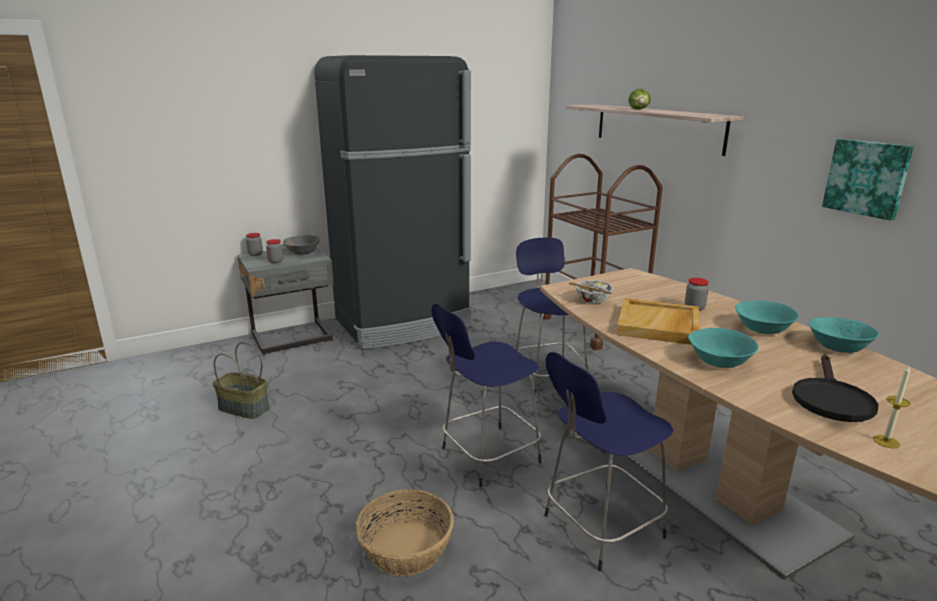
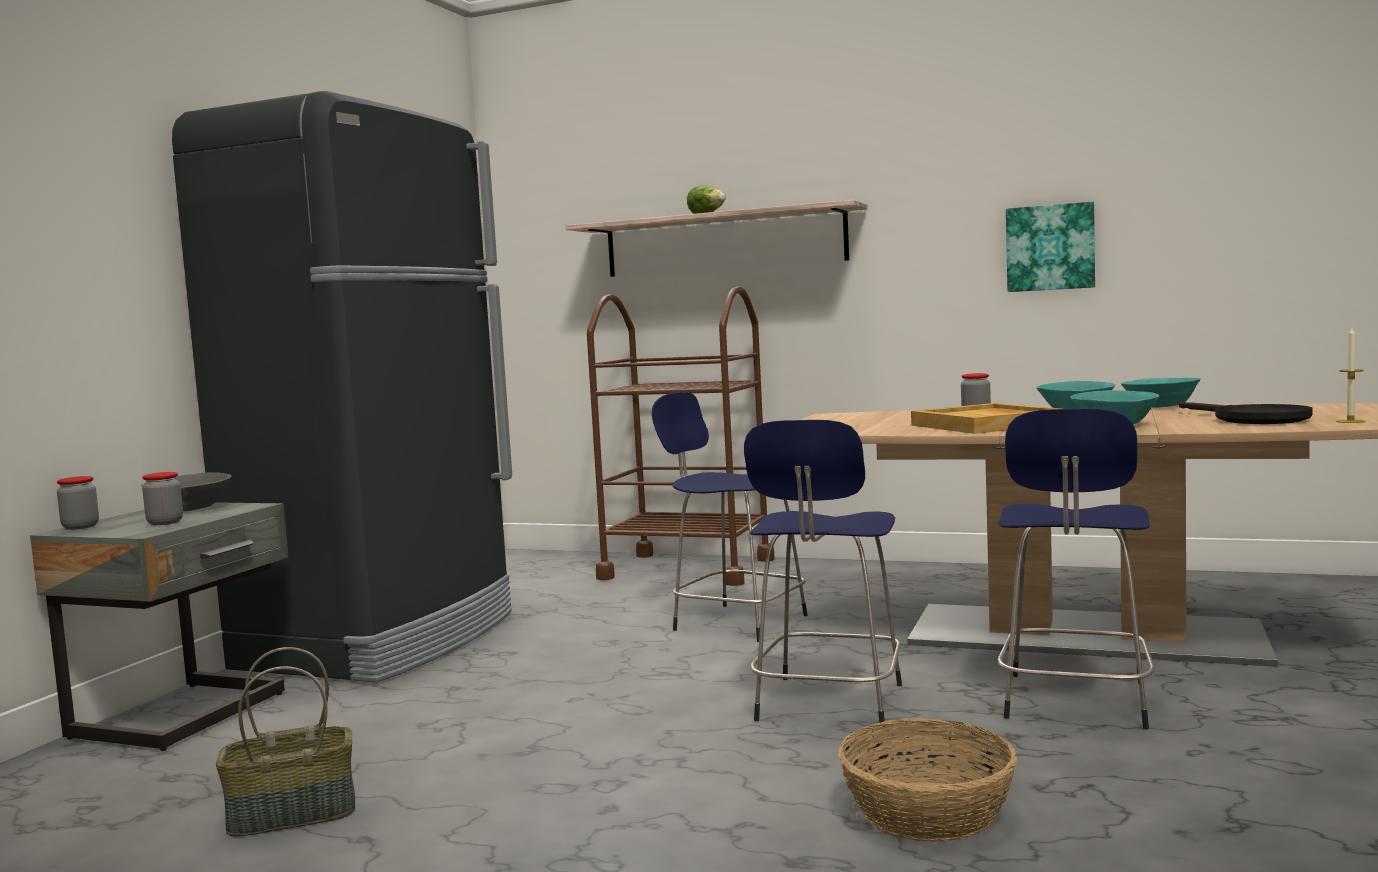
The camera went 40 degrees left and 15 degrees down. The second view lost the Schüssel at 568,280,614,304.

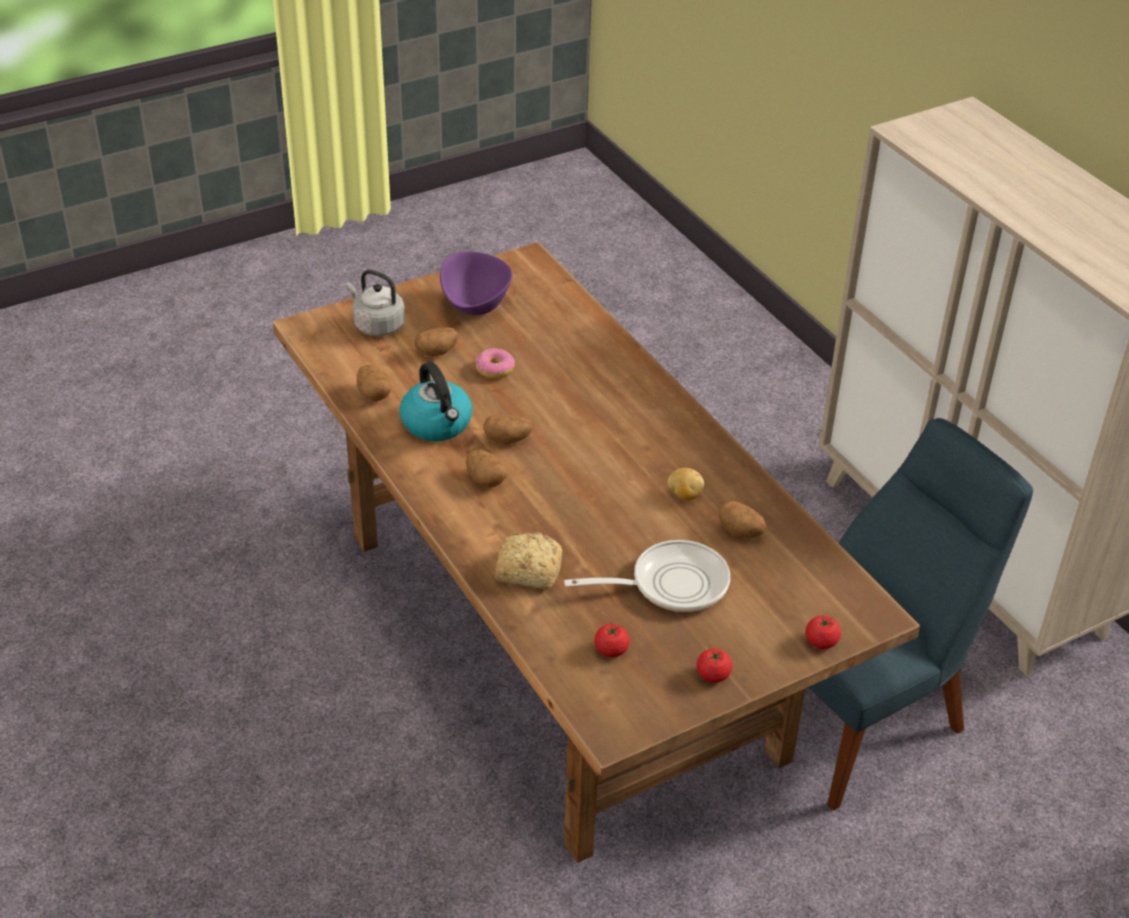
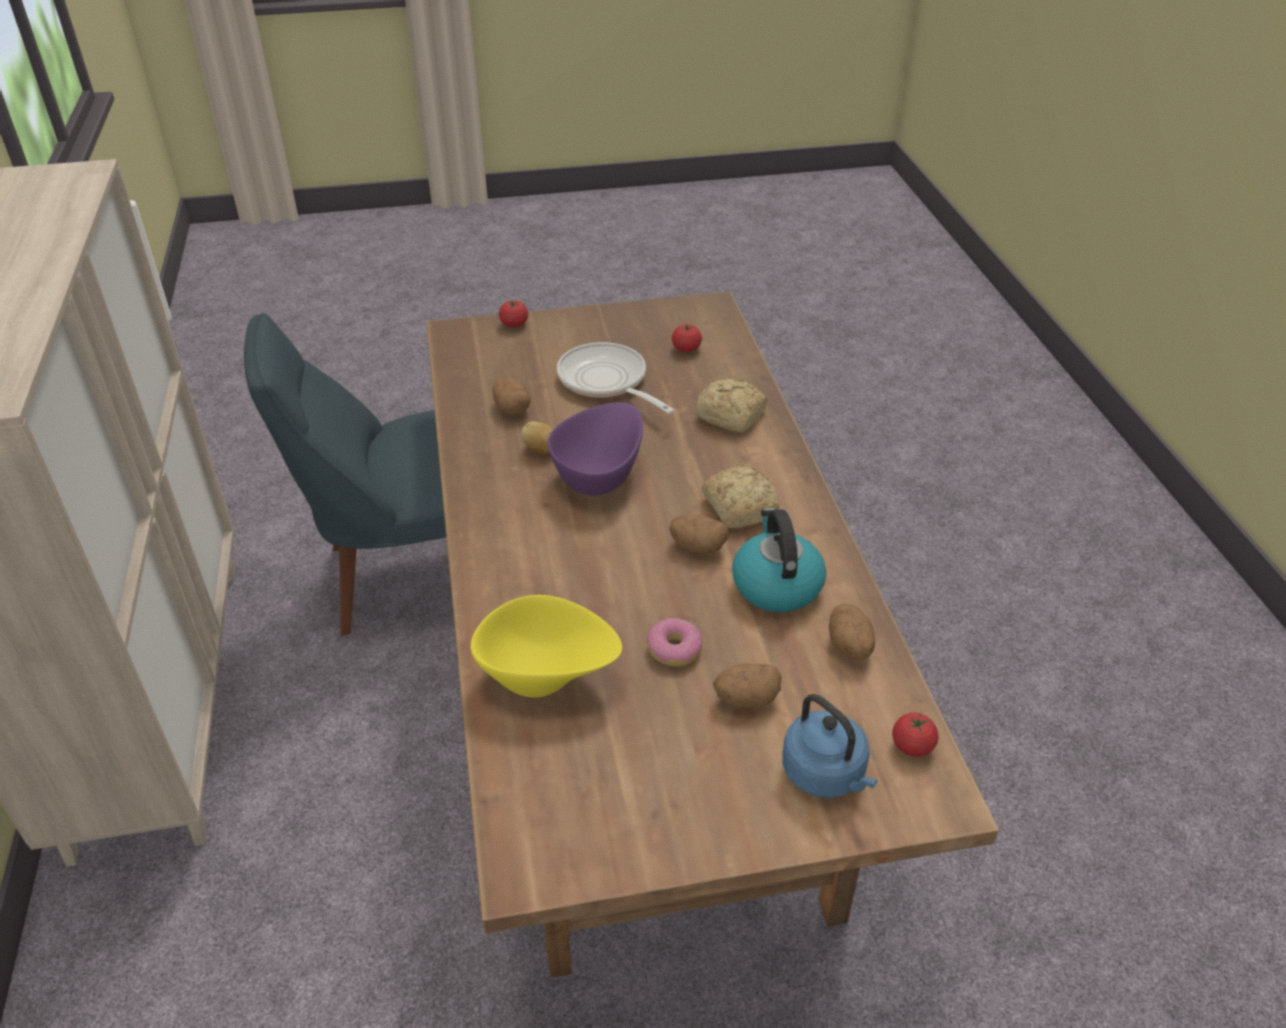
The camera went 160 degrees left and 0 degrees up. What was the Wasserkessel/grau at 346,270,405,336 turned into the Wasserkessel/blau at 782,694,877,798. The Schüssel/lila ended up elsewhere, having gone from 440,251,512,315 to 547,402,643,496. Where the Kartoffel stood at 466,450,507,487, the Brot came to stand at 702,466,780,528. The Pfanne at 564,540,730,612 ended up facing another way, 45 degrees clockwise from before. The Tomate ended up elsewhere, having gone from 696,648,732,683 to 892,713,939,757. The second view gained the Schüssel/gelb at 471,595,622,698.

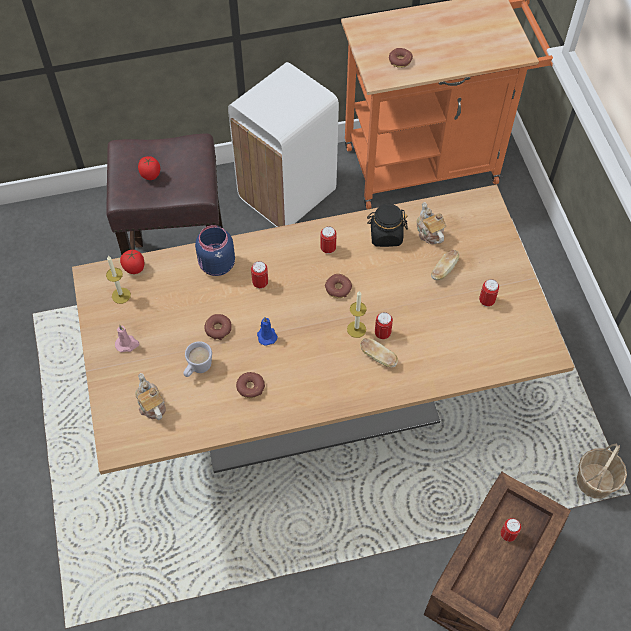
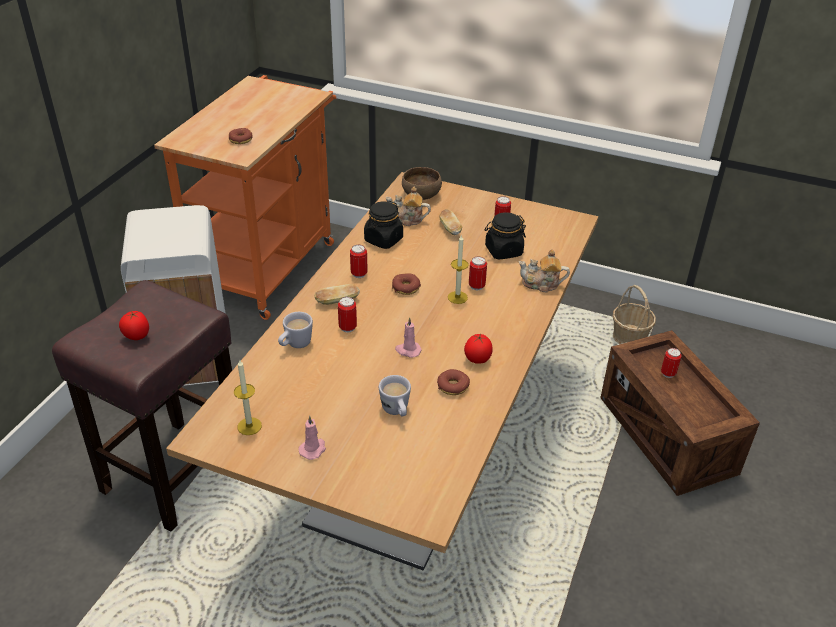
The camera went 55 degrees left and 20 degrees down. The Tomate ended up elsewhere, having gone from 120,250,144,274 to 464,333,493,364. The Teekanne ended up elsewhere, having gone from 136,373,166,420 to 519,249,570,292. Where the Vorratsglas/blau stood at 195,225,235,276, the Henkelbecher/weiß came to stand at 278,312,313,348. The second view lost the Donut at 204,314,232,340. What was the Kerze/blau at 257,317,278,346 turned into the Kerze/rosa at 395,317,422,358. The Brot ended up elsewhere, having gone from 360,338,398,367 to 315,284,360,305. The second view gained the Schüssel/braun at 402,167,442,200. The second view gained the Vorratsglas/schwarz at 485,212,526,259.

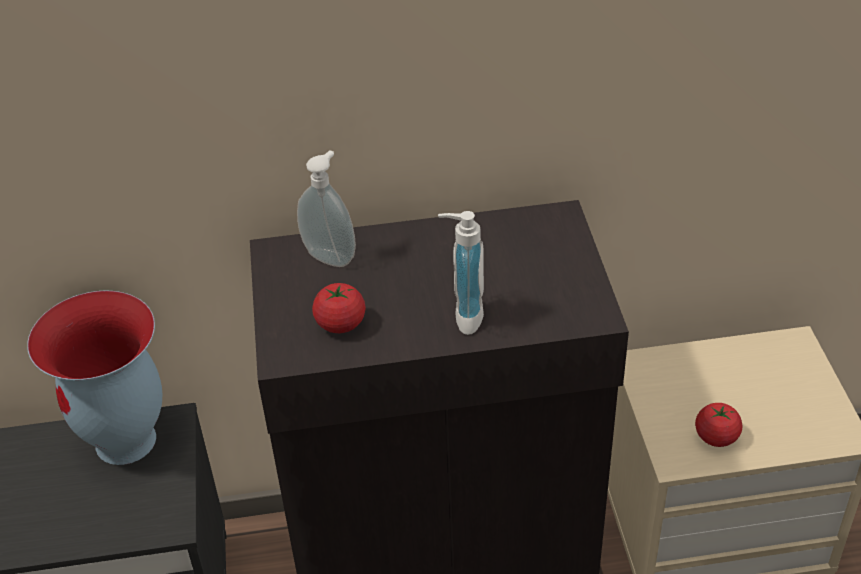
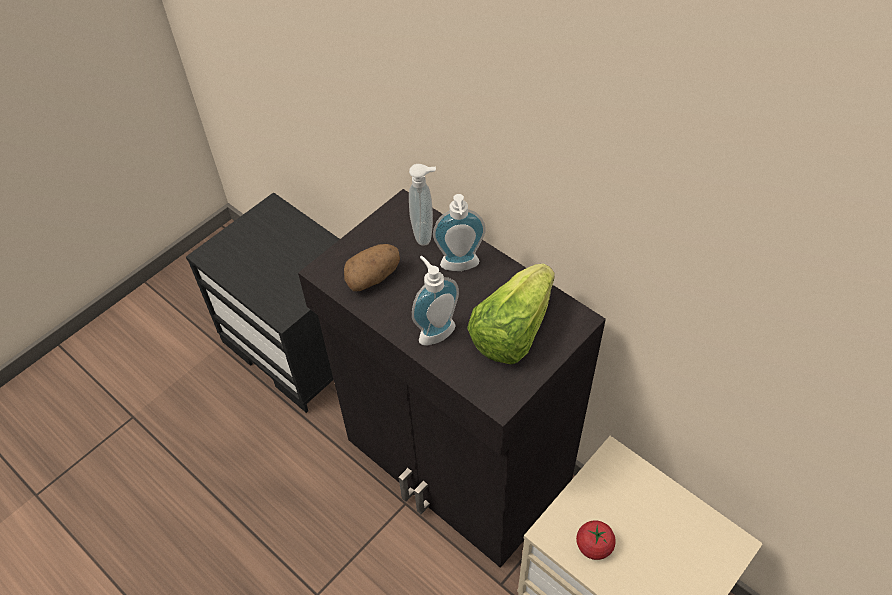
The camera went 50 degrees right and 10 degrees up. The second view lost the Vase at 27,291,162,465. Where the Tomate stood at 312,283,366,333, the Kartoffel came to stand at 344,244,400,291. The second view gained the Seifenspender at 433,194,486,271. The second view gained the Salatkopf at 467,264,555,364.

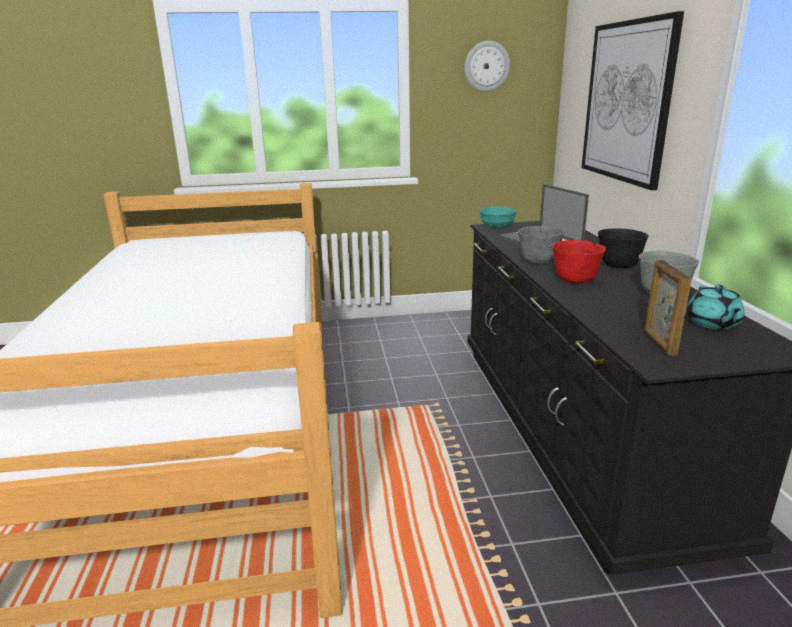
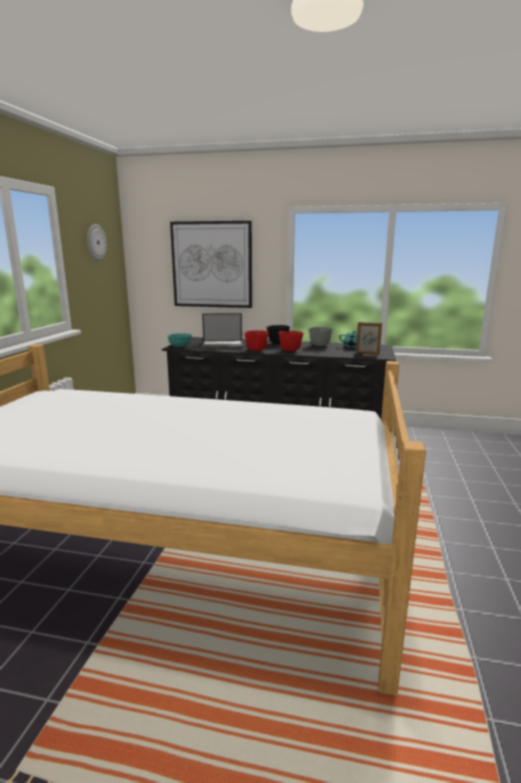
The camera went 70 degrees left and 5 degrees down. What was the Schüssel/grau at 518,226,565,265 turned into the Schüssel/rot at 244,330,269,351.

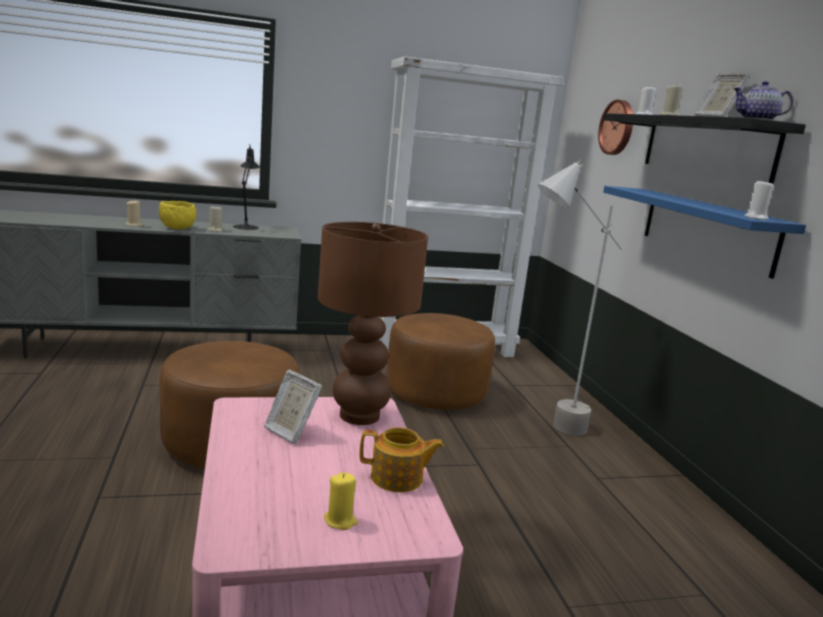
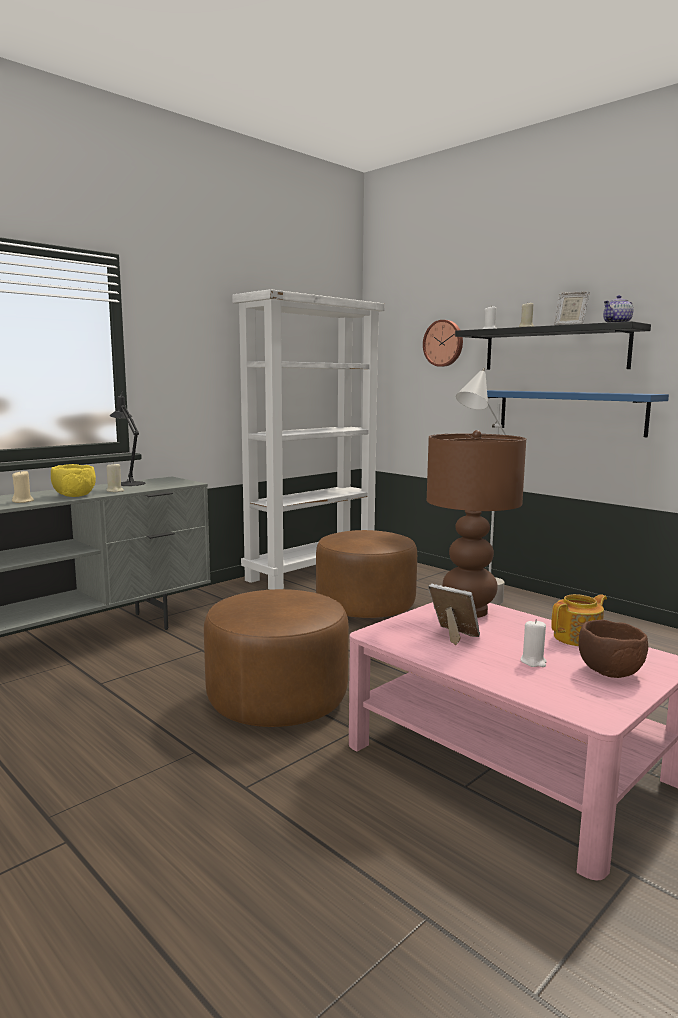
The camera went 30 degrees left and 5 degrees down. The Bilderrahmen at 264,370,322,445 ended up facing another way, 150 degrees counterclockwise from before. Where the Kerze/gelb stood at 324,472,358,530, the Schüssel/braun came to stand at 578,620,648,678. The Kerze/weiß ended up elsewhere, having gone from 744,180,774,220 to 520,619,547,667.

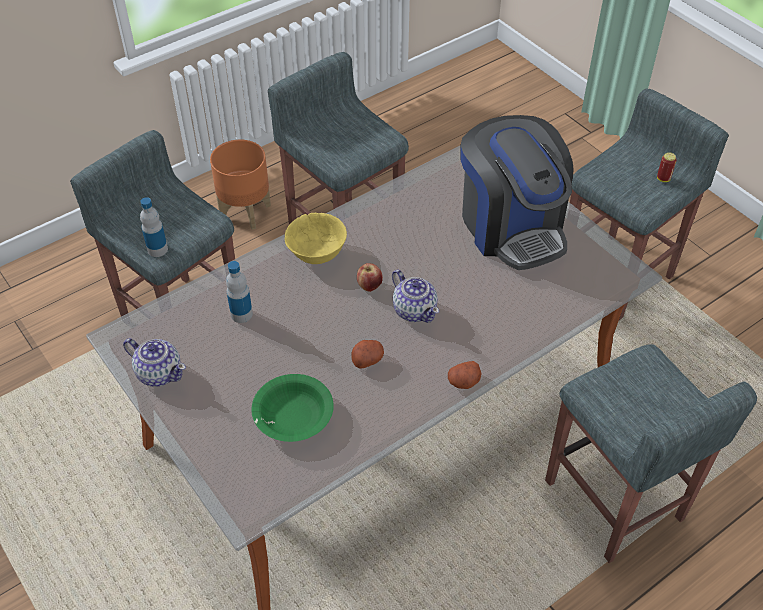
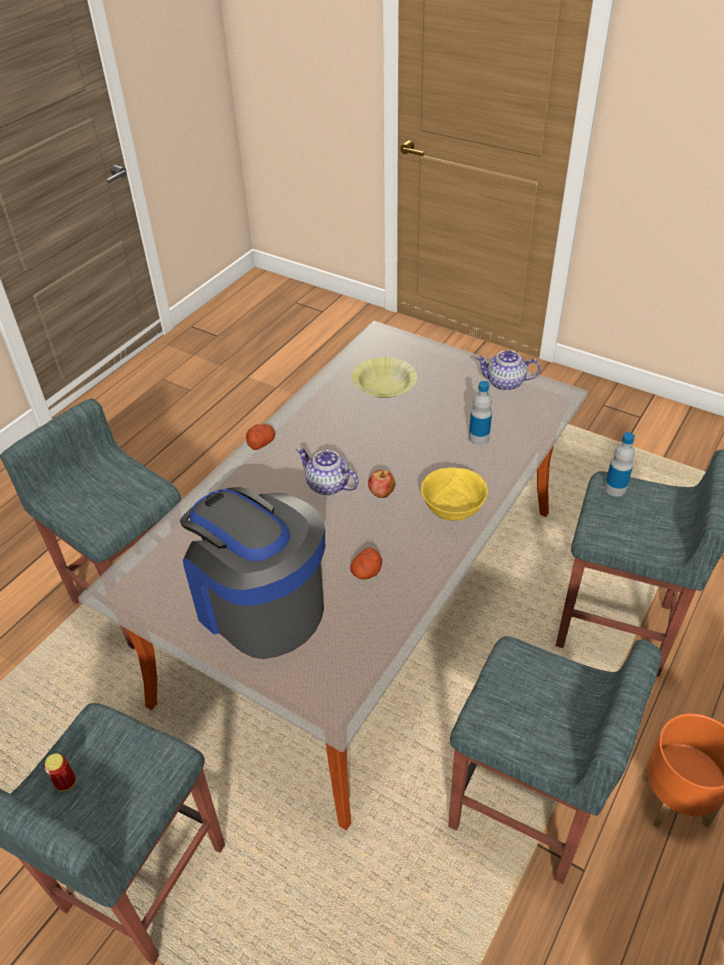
The camera went 160 degrees right and 5 degrees down. What was the Schüssel/grün at 251,374,334,442 turned into the Schüssel/gelb at 352,357,417,398. The Kartoffel ended up elsewhere, having gone from 351,340,384,368 to 350,548,382,580.

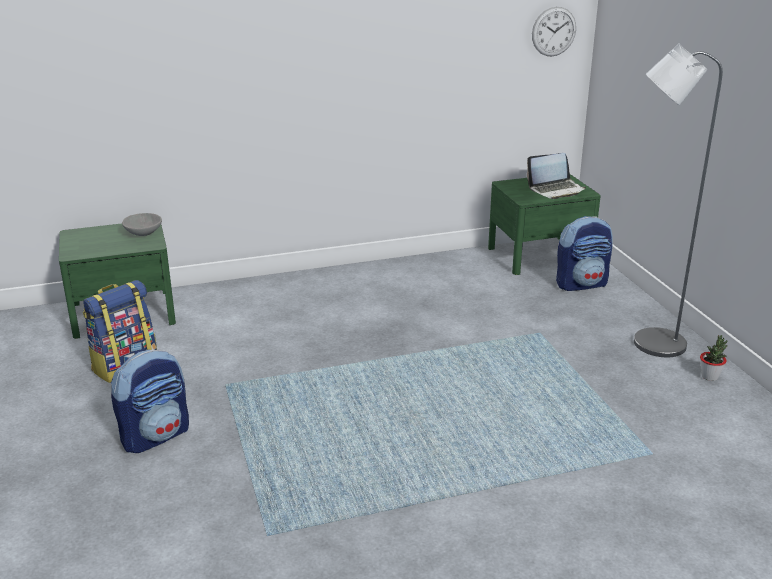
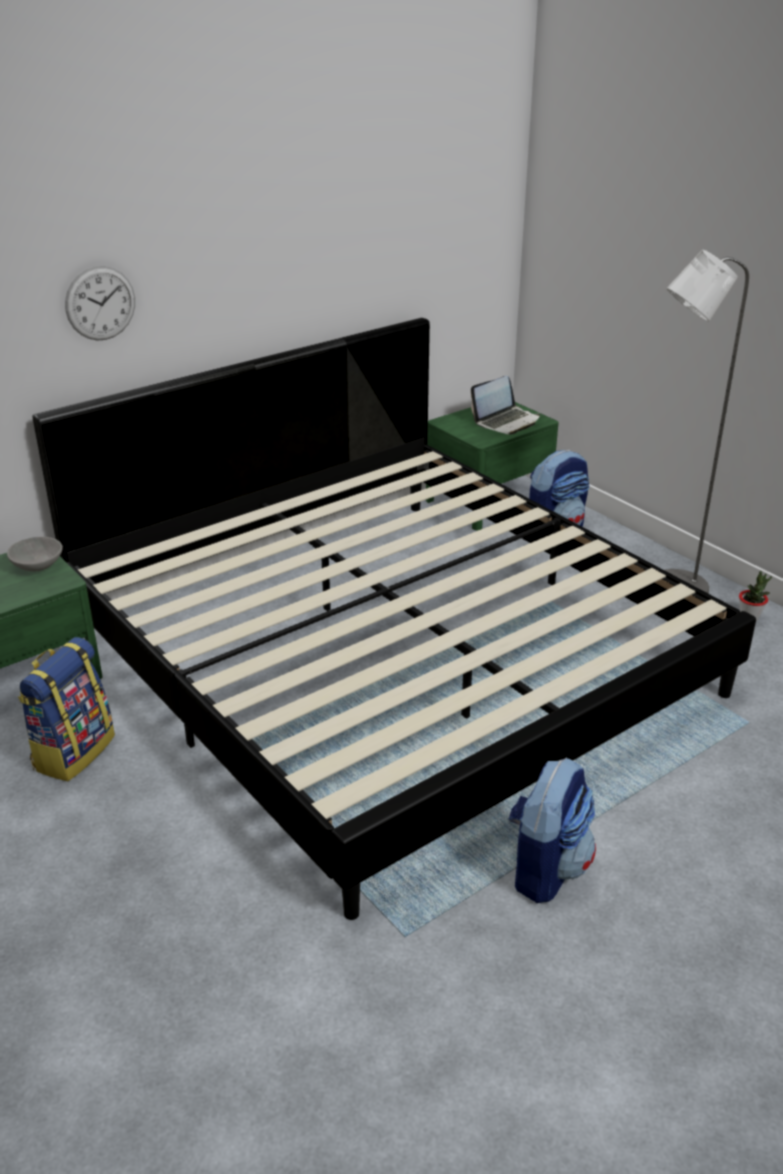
The camera went 20 degrees left and 5 degrees up. The Rucksack ended up elsewhere, having gone from 111,349,189,453 to 508,757,596,903. The Wanduhr ended up elsewhere, having gone from 532,7,576,56 to 65,266,135,341. The second view gained the Bett at 32,318,756,920.

